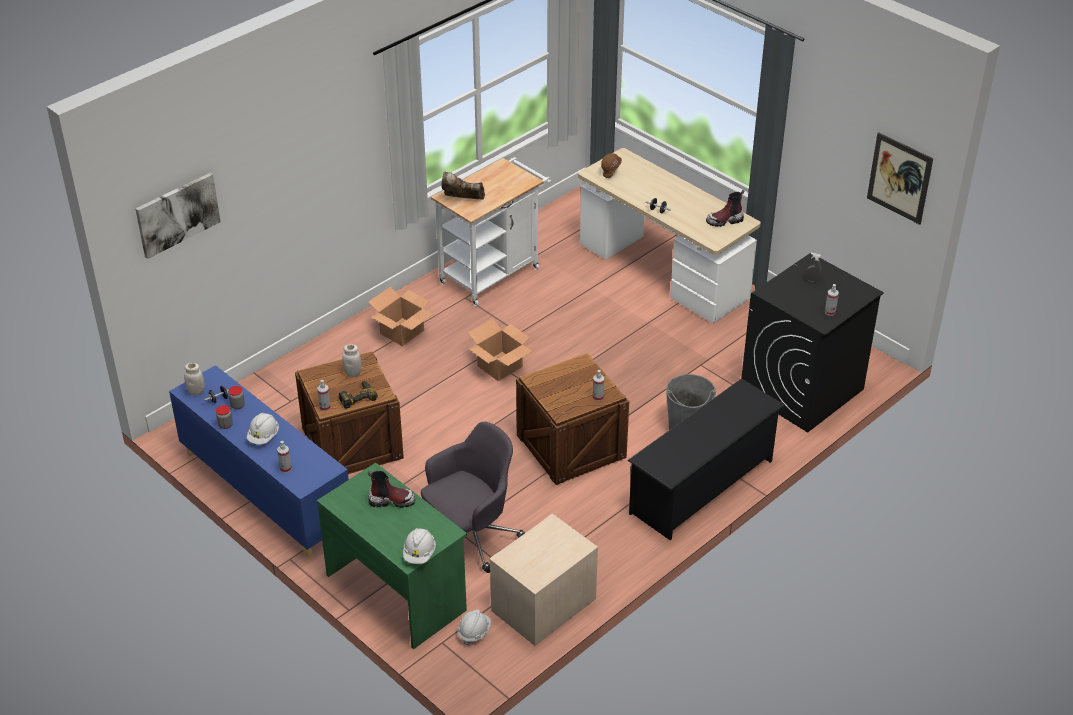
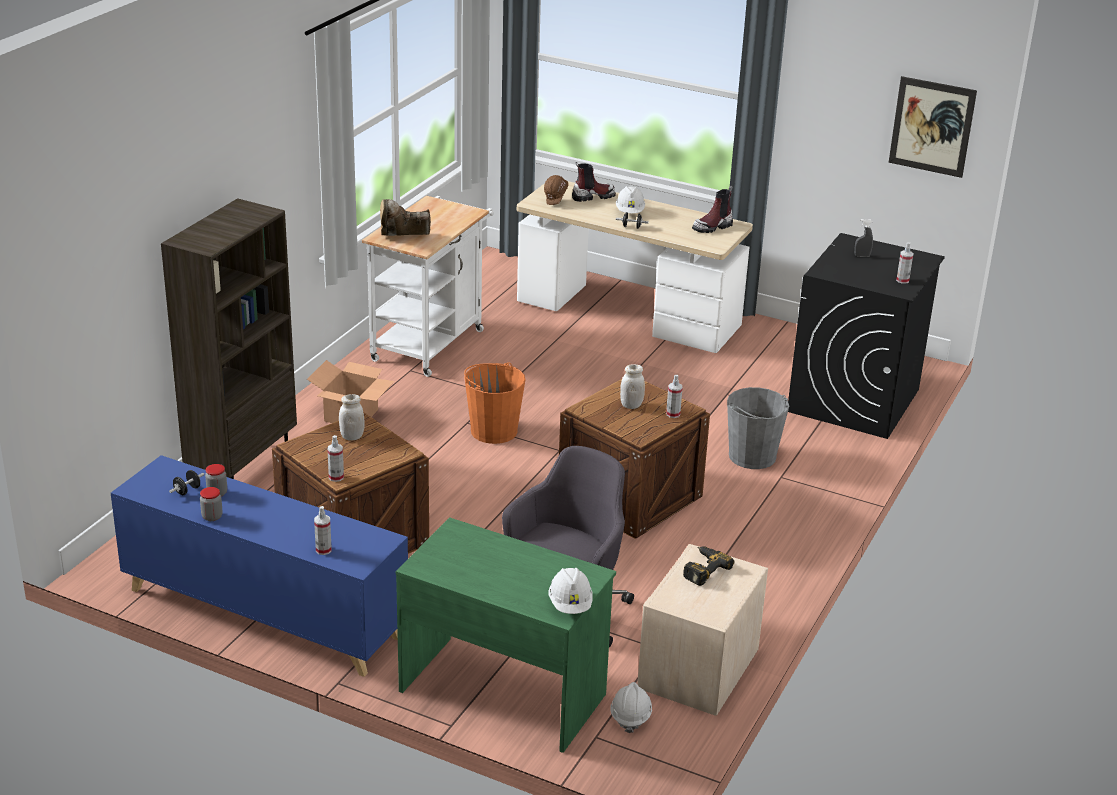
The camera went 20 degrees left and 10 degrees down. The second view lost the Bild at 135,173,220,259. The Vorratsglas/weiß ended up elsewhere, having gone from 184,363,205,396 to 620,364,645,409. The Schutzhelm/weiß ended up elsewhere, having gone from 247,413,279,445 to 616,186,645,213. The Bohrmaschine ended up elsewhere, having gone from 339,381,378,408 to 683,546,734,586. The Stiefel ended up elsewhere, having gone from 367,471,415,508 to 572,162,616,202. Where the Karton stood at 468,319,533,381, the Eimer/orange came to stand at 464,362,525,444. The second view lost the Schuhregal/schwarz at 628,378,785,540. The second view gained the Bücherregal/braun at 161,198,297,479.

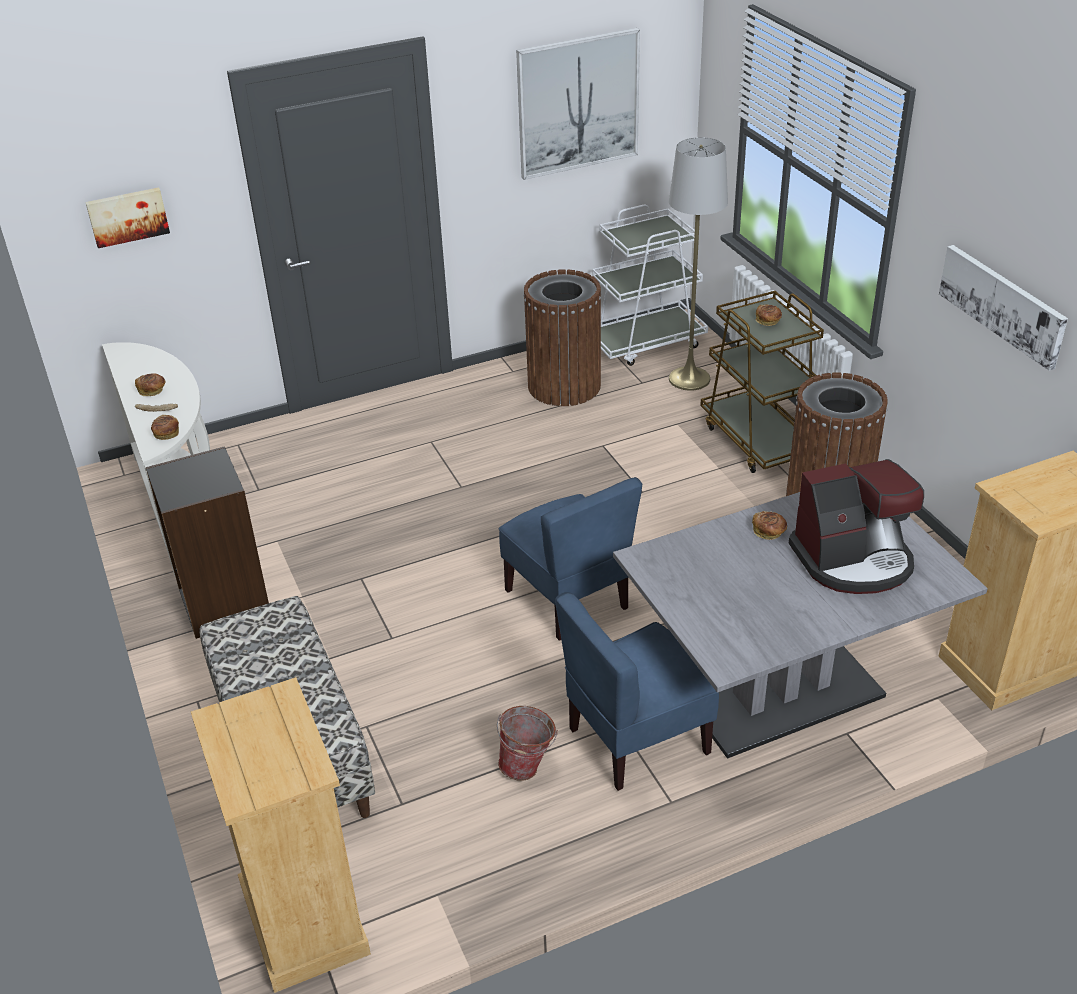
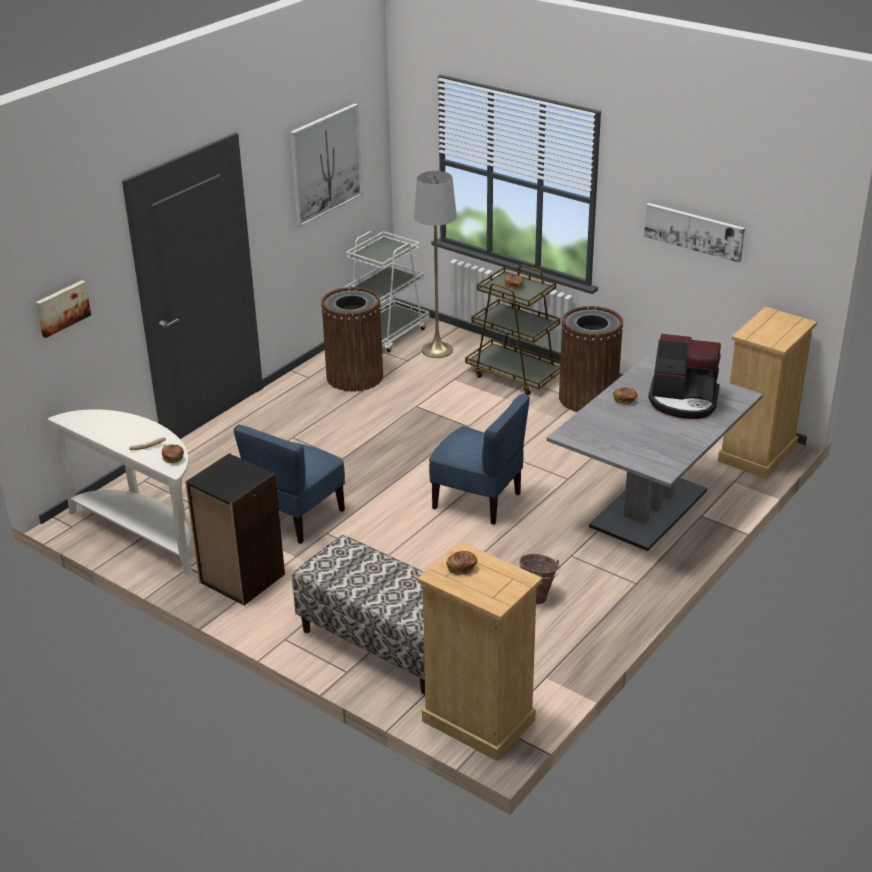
The camera went 30 degrees left and 5 degrees down. The Brot ended up elsewhere, having gone from 135,373,166,396 to 446,551,477,575. The Stuhl/blau ended up elsewhere, having gone from 555,592,719,791 to 234,425,345,544. The Kaffeemaschine at 789,459,924,594 ended up facing another way, 60 degrees clockwise from before.

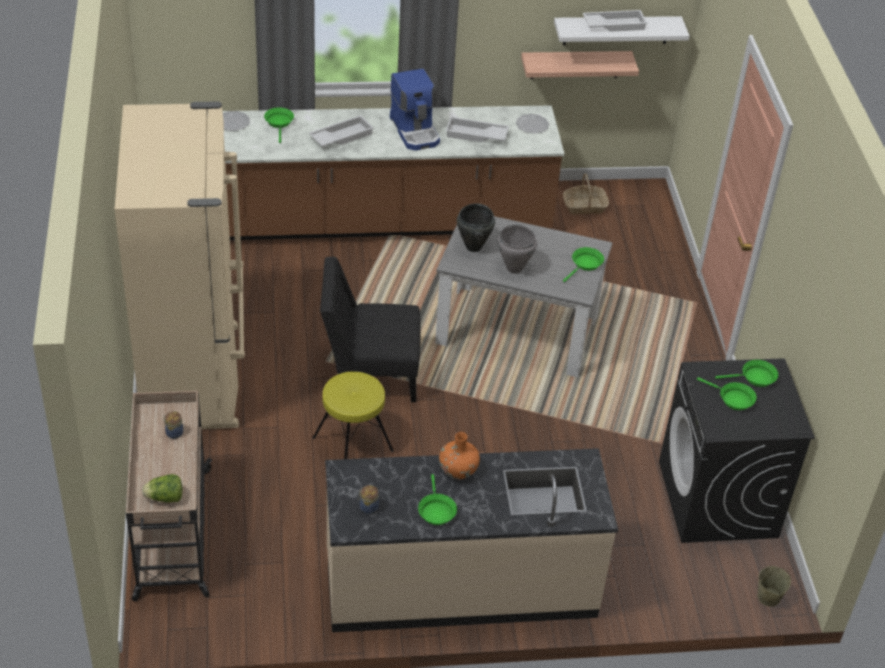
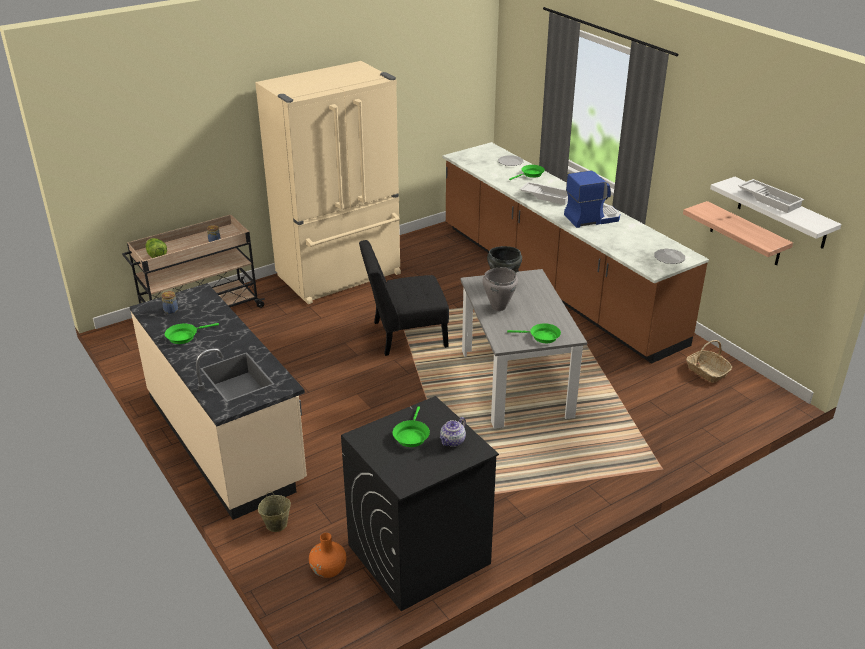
The camera went 65 degrees right and 10 degrees down. The second view lost the Hocker/gelb at 313,372,394,459. The Stuhl/schwarz at 320,257,421,402 ended up facing another way, 75 degrees counterclockwise from before. The Kaffeemaschine at 390,69,440,151 ended up facing another way, 150 degrees counterclockwise from before. The Vase/orange ended up elsewhere, having gone from 439,432,480,479 to 309,533,346,578. The second view lost the Tablett/weiß at 446,117,509,142. Where the Pfanne/grün stood at 715,360,778,387, the Teekanne came to stand at 440,417,466,447. The Eimer/beige ended up elsewhere, having gone from 757,566,791,607 to 258,491,291,532.

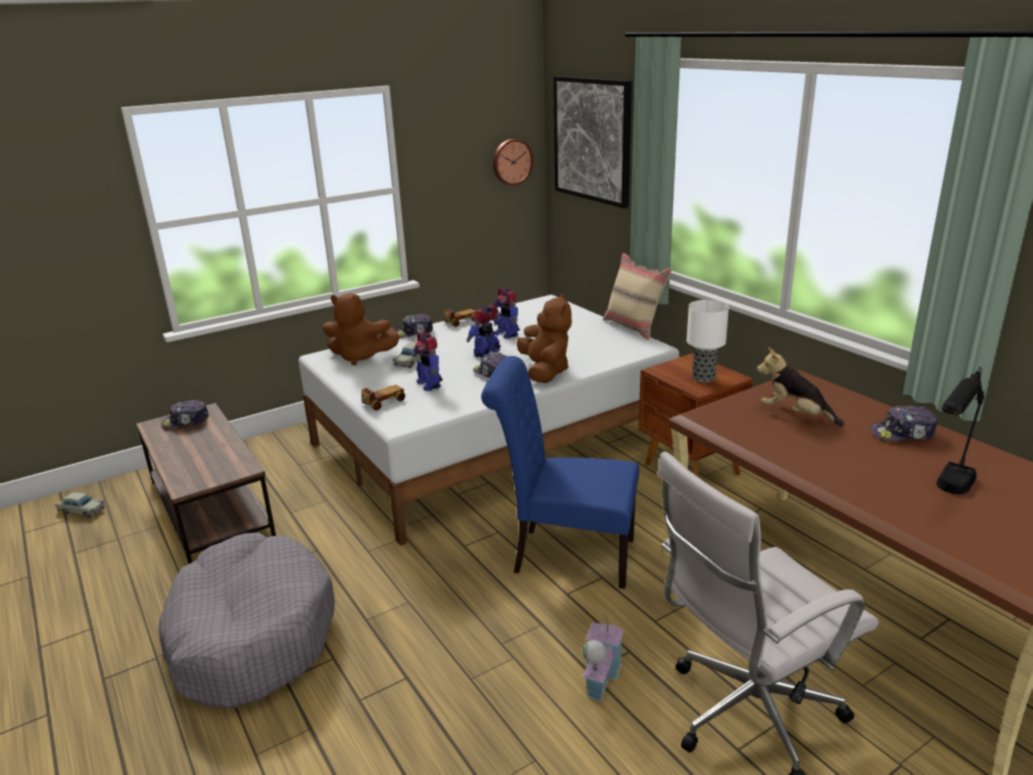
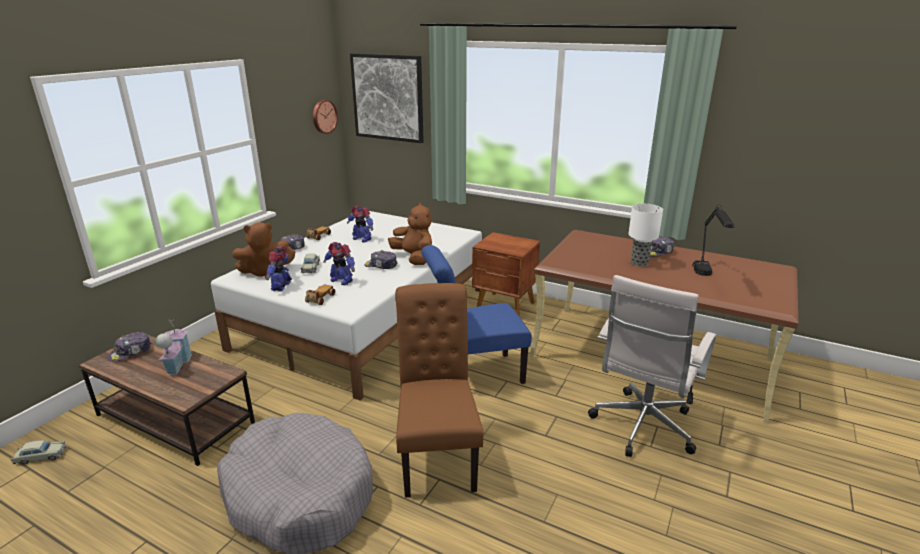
The camera went 30 degrees left and 0 degrees up. The Spielzeugroboter ended up elsewhere, having gone from 467,305,502,358 to 266,246,292,291. The Spielzeughaus ended up elsewhere, having gone from 582,610,624,702 to 155,318,192,375. The second view lost the Kissen/beige at 603,253,672,340. The Tischlampe ended up elsewhere, having gone from 687,300,729,382 to 628,204,663,267. The second view lost the Plüschtier at 757,347,844,426. The second view gained the Stuhl/braun at 395,283,483,498.

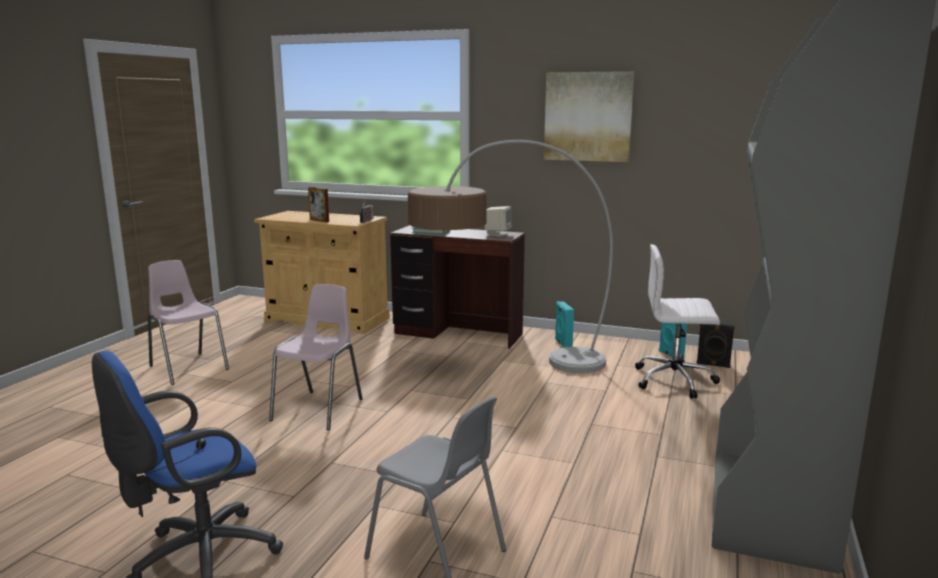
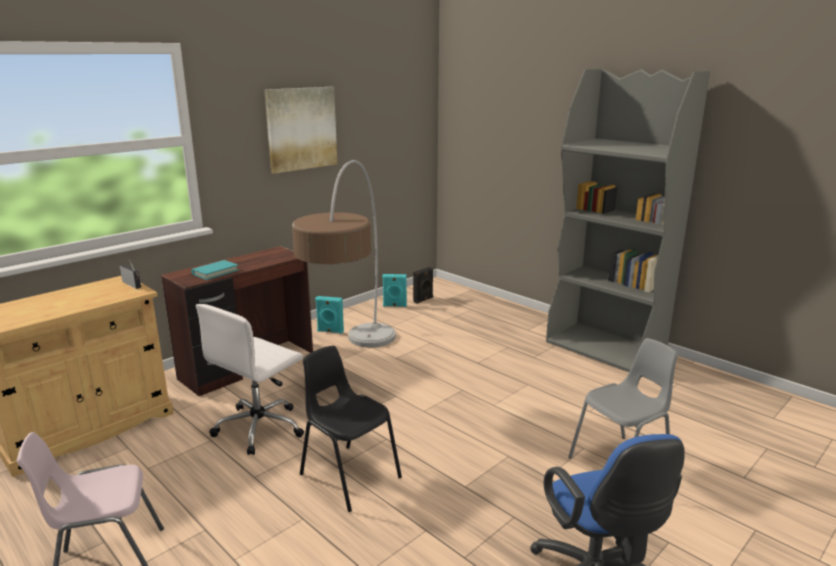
The camera went 65 degrees left and 5 degrees up. What was the Stuhl/rosa at 269,284,363,430 turned into the Stuhl/schwarz at 300,346,402,512. The second view lost the Bilderrahmen at 308,187,329,223. The second view lost the Lautsprecher/beige at 484,206,512,237. The Bürostuhl/weiß ended up elsewhere, having gone from 635,244,720,399 to 196,304,304,455.

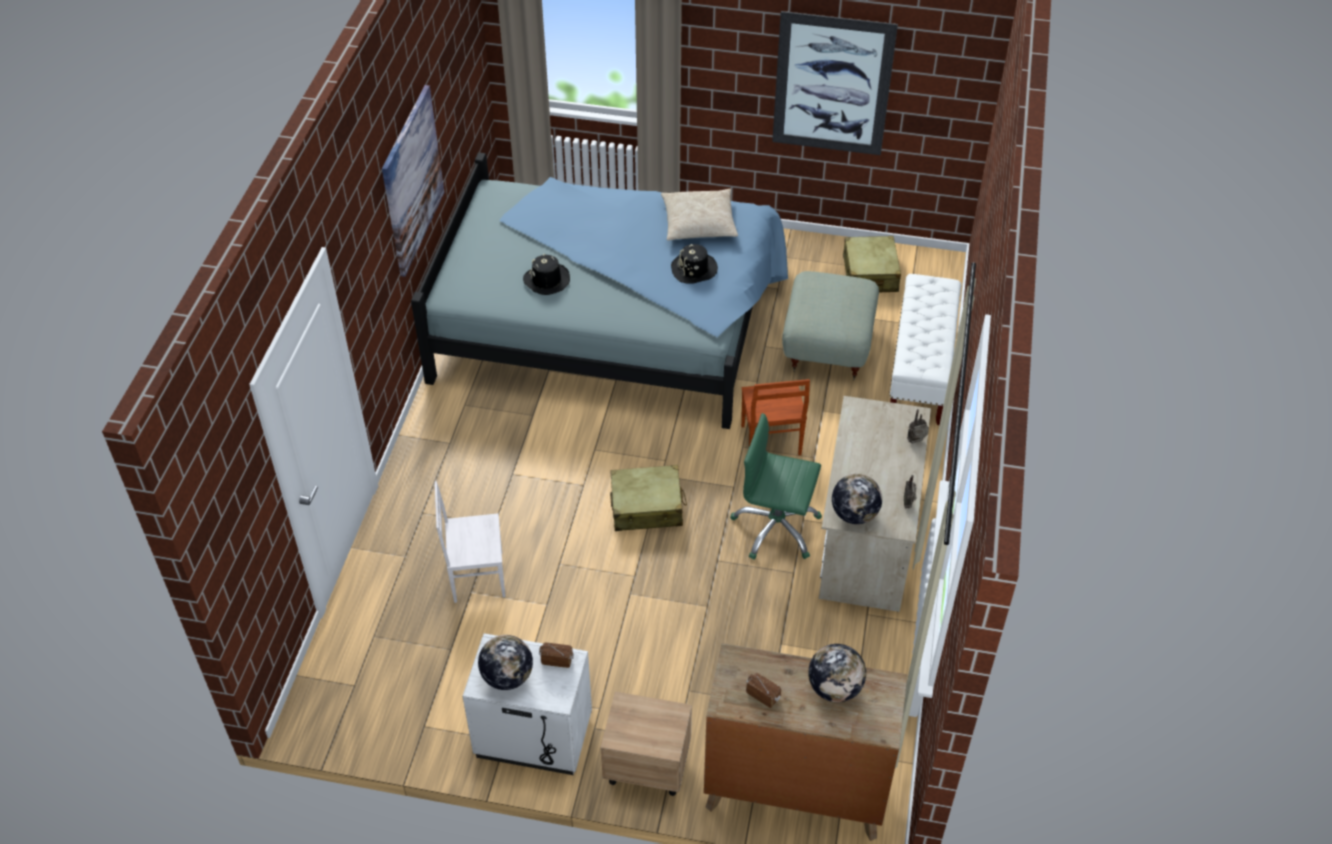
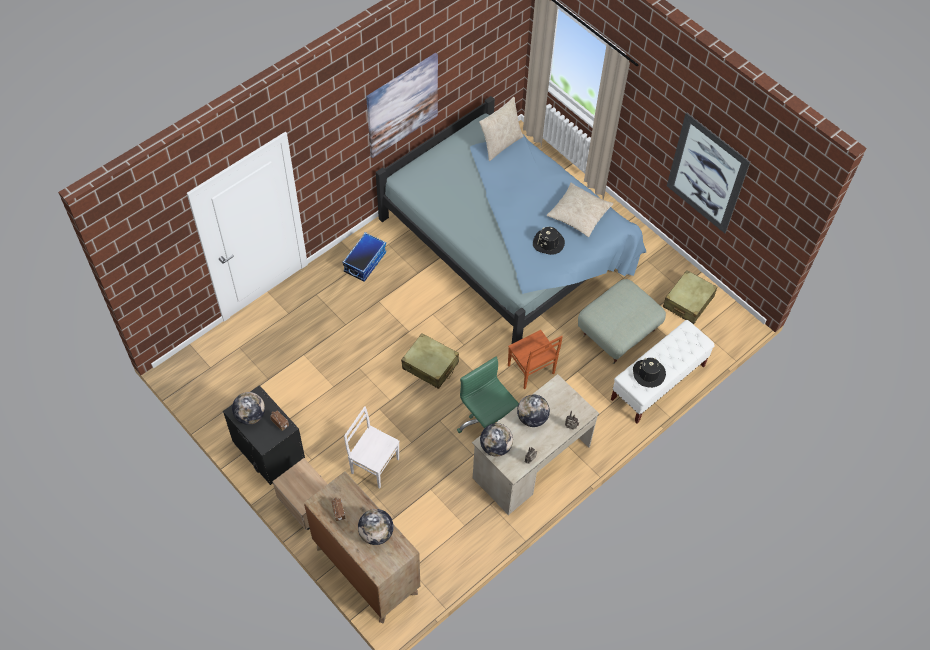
The camera went 35 degrees right and 10 degrees up. The Stuhl/weiß ended up elsewhere, having gone from 435,481,506,603 to 344,406,400,489. What was the Nachttisch/weiß at 462,633,592,775 turned into the Nachttisch/schwarz at 223,385,305,485. The Hut/schwarz ended up elsewhere, having gone from 523,254,570,295 to 633,358,666,388. The Stuhl/braun at 741,379,810,455 ended up facing another way, 60 degrees counterclockwise from before. The second view gained the Aufbewahrungsbox at 342,232,386,282. The second view gained the Kissen/beige at 479,97,524,161. The second view gained the Globus at 517,395,550,427.

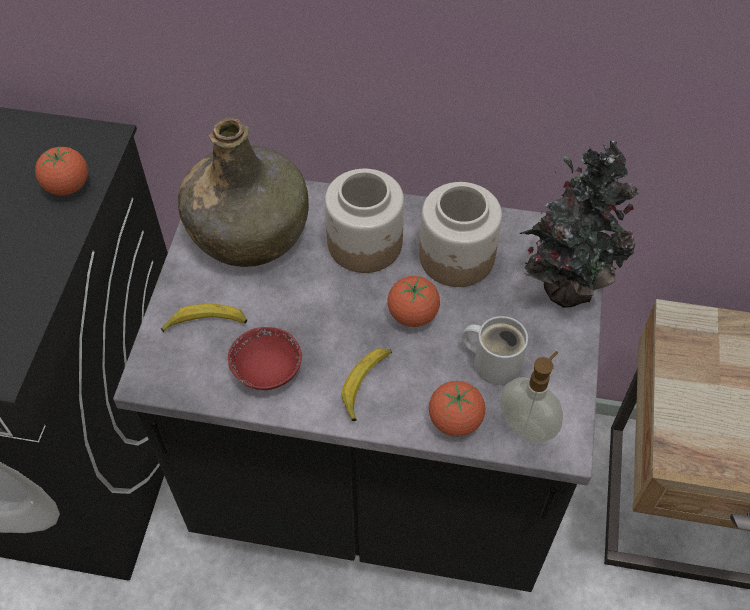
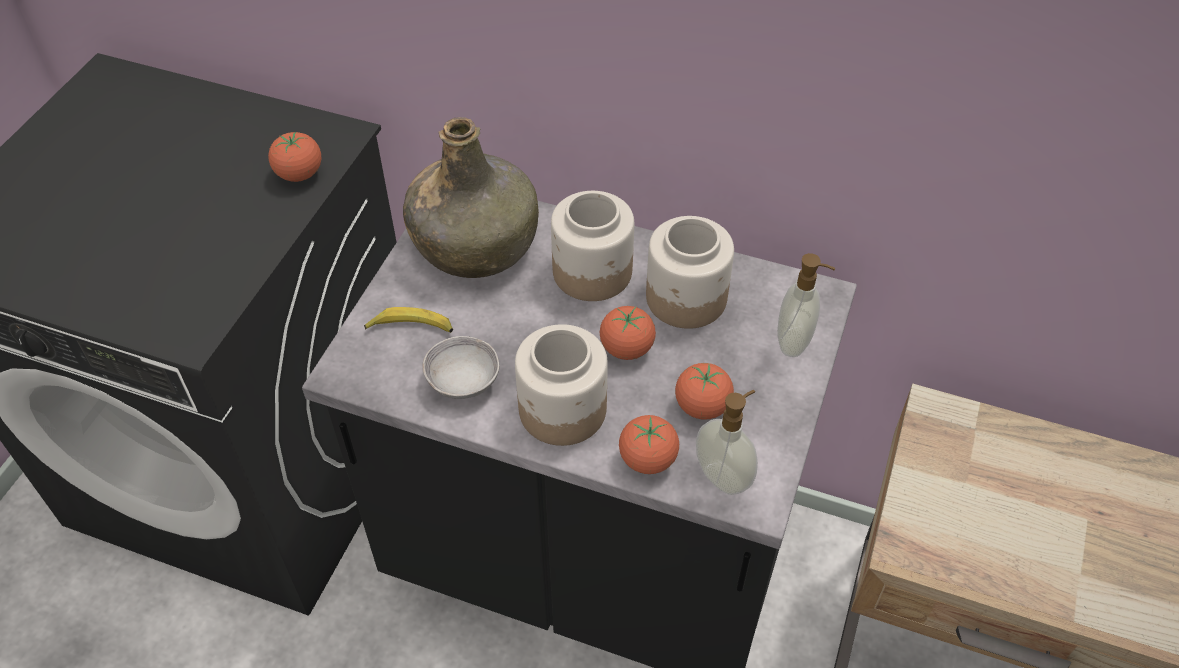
The camera went 10 degrees right and 5 degrees down. What was the Schüssel/rot at 228,327,302,390 turned into the Schüssel/grau at 422,336,499,399. Where the Banane stood at 341,348,392,421, the Vorratsglas came to stand at 515,324,608,446. Where the Henkelbecher/weiß stood at 462,316,528,385, the Tomate came to stand at 675,363,734,420. Where the Topfpflanze stood at 520,141,640,308, the Seifenspender came to stand at 777,253,835,357.

